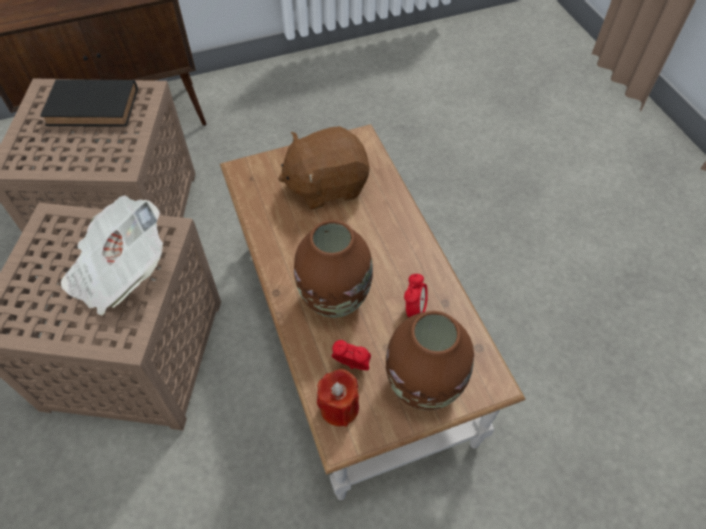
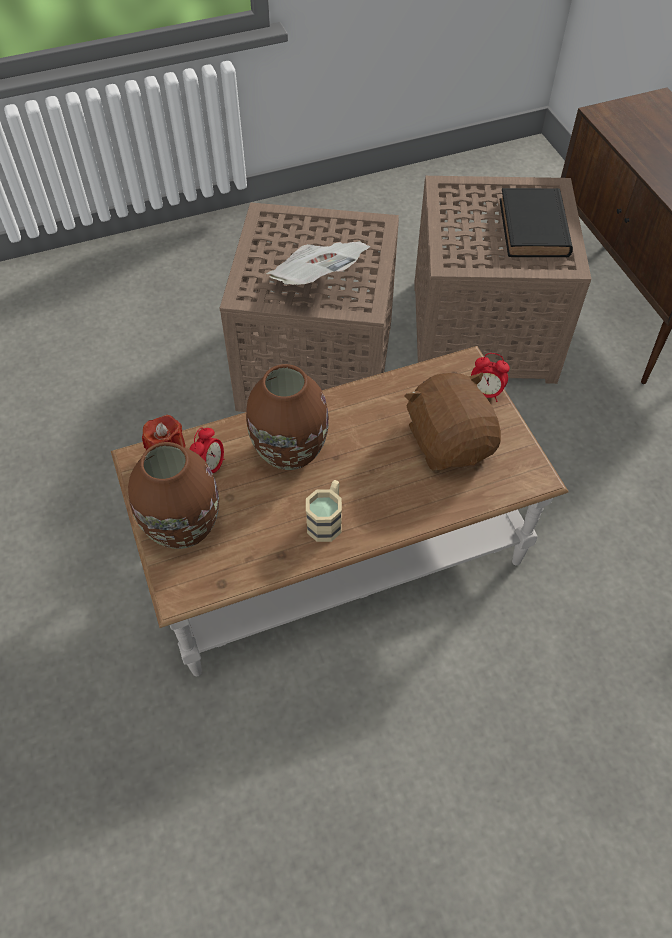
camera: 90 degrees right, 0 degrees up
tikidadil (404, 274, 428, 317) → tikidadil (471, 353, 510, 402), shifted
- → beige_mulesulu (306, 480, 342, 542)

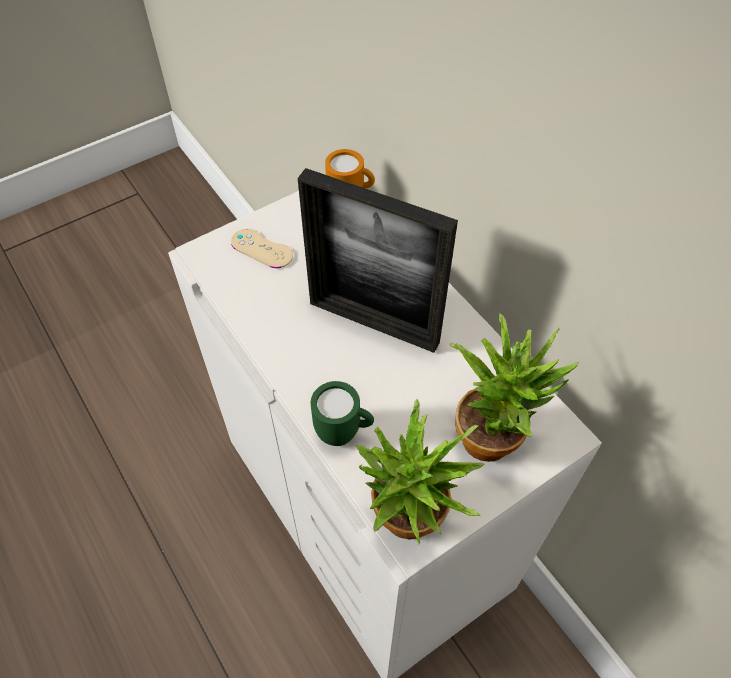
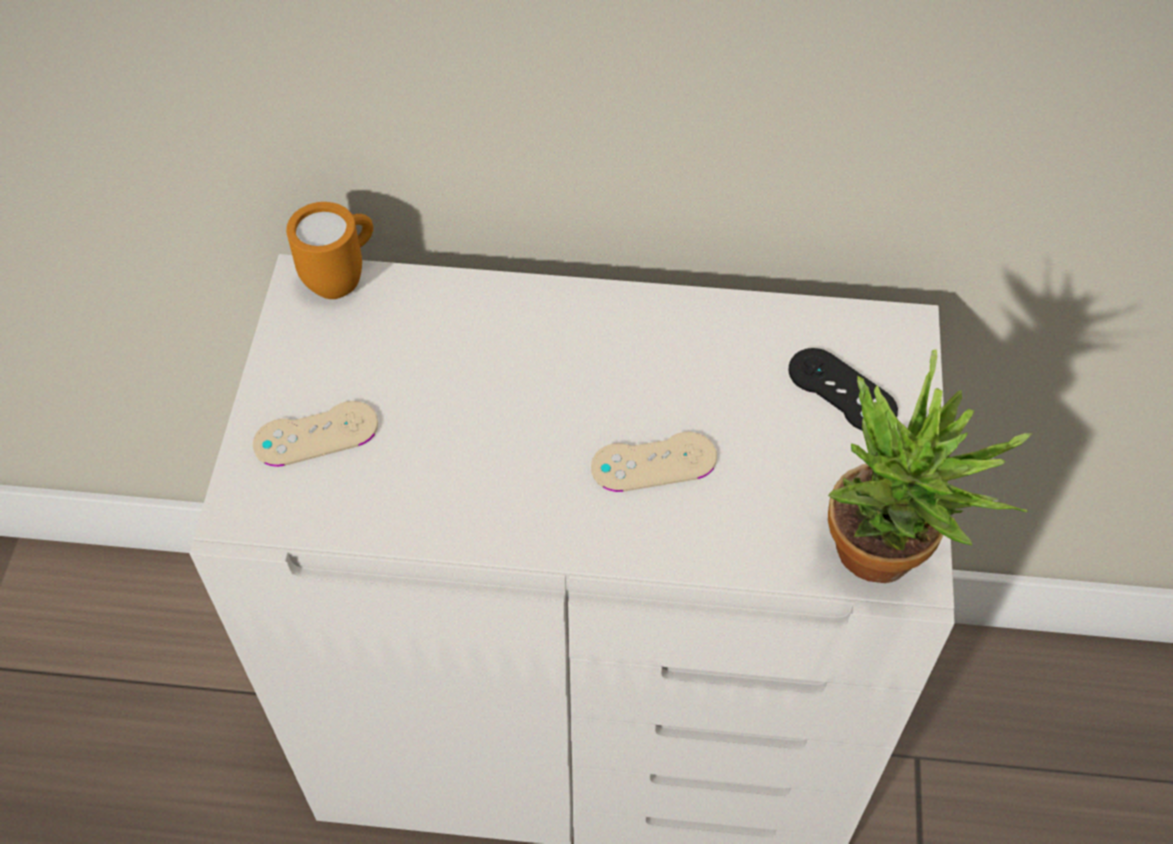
camera: 50 degrees left, 0 degrees up
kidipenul (298, 168, 458, 353) → -
green_mulesulu (311, 381, 374, 446) → -
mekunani (450, 314, 578, 462) → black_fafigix (788, 348, 898, 431)
- → beige_fafigix (591, 432, 717, 492)

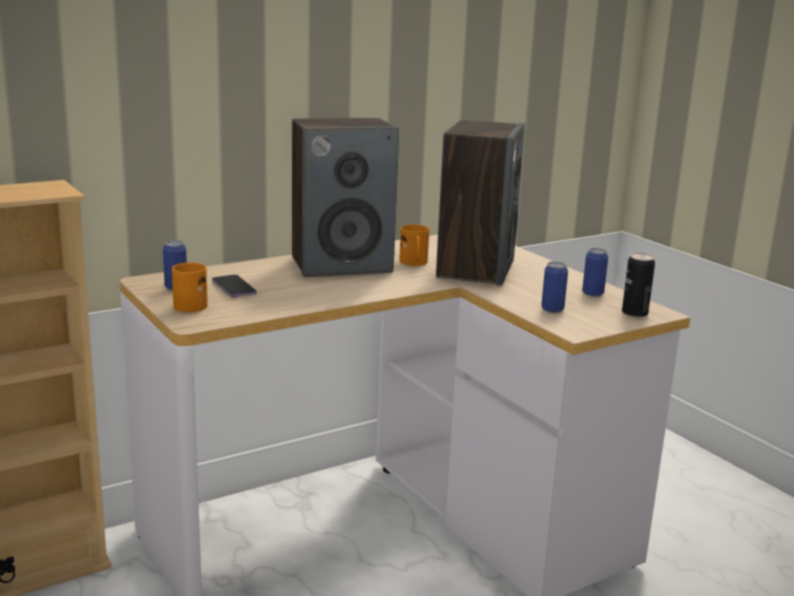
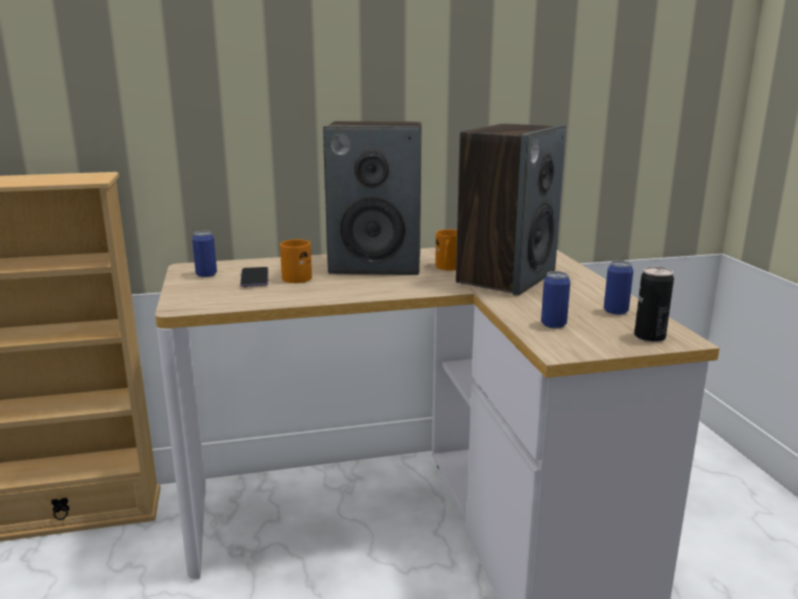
camera: 20 degrees right, 0 degrees up
orange_mulesulu (172, 262, 208, 312) → orange_mulesulu (280, 239, 312, 283), shifted

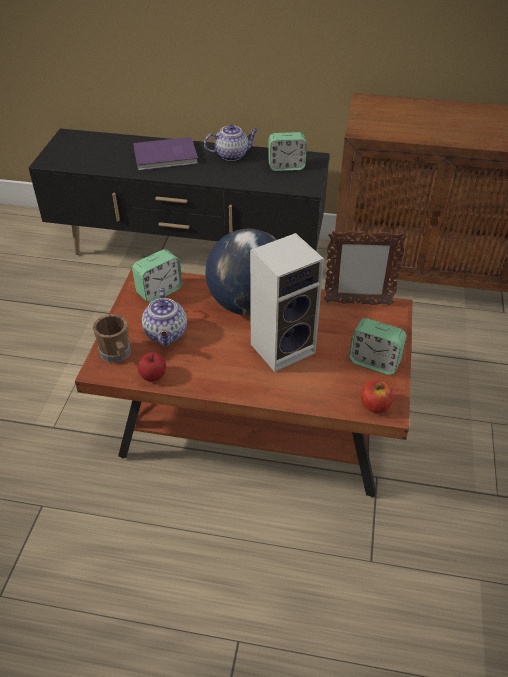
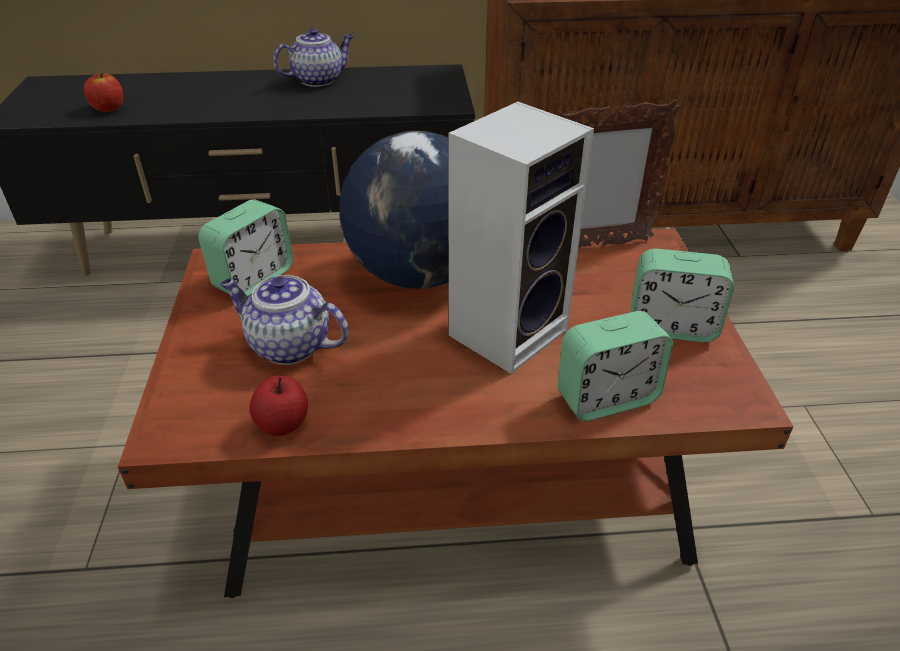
camera: 15 degrees left, 5 degrees down
brown_mulesulu (93, 314, 131, 363) → -
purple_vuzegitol (133, 137, 199, 171) → -
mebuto (142, 289, 187, 346) → mebuto (220, 275, 349, 365), 135 degrees clockwise
tikidadil (268, 132, 307, 171) → tikidadil (557, 311, 673, 421), shifted
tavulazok (361, 379, 393, 413) → tavulazok (84, 73, 123, 112), shifted

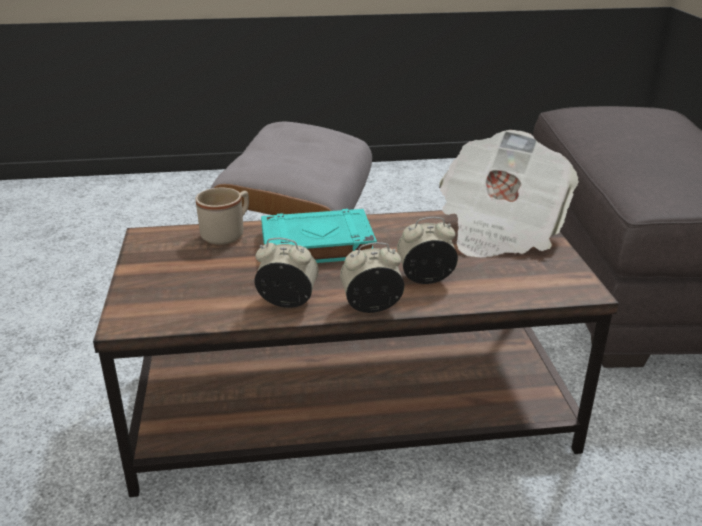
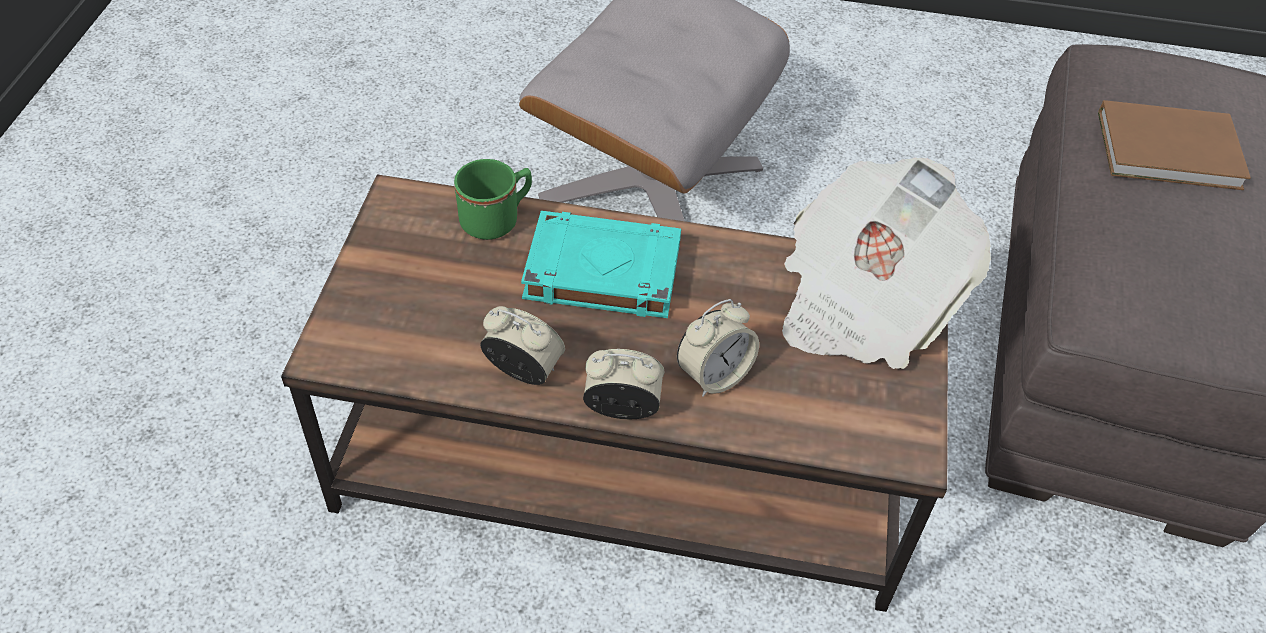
camera: 15 degrees right, 20 degrees up
beige_mulesulu (195, 188, 249, 245) → green_mulesulu (454, 159, 532, 240)
tikidadil (397, 217, 458, 284) → tikidadil (677, 299, 759, 397), 135 degrees clockwise
- → brown_vuzegitol (1098, 100, 1251, 190)

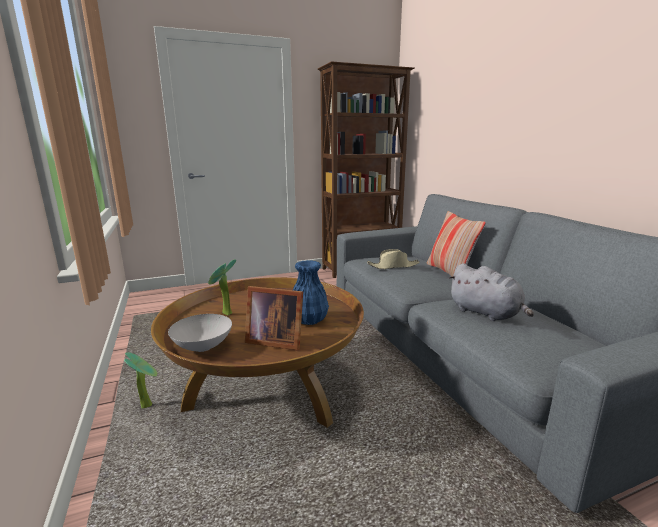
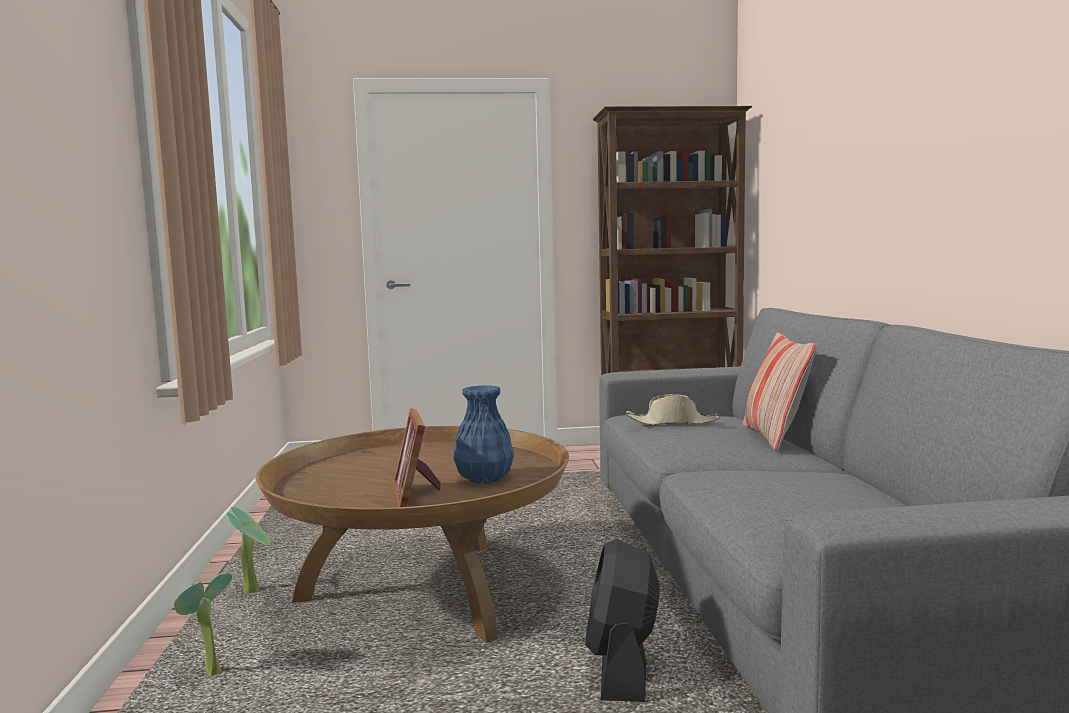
camera: 15 degrees right, 10 degrees down
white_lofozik (168, 314, 232, 352) → -
mekunani (208, 259, 236, 315) → mekunani (174, 573, 232, 676), shifted
kidipenul (245, 286, 303, 350) → kidipenul (393, 408, 441, 507), 45 degrees clockwise
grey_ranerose (448, 263, 534, 321) → -
- → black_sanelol (585, 539, 660, 702)

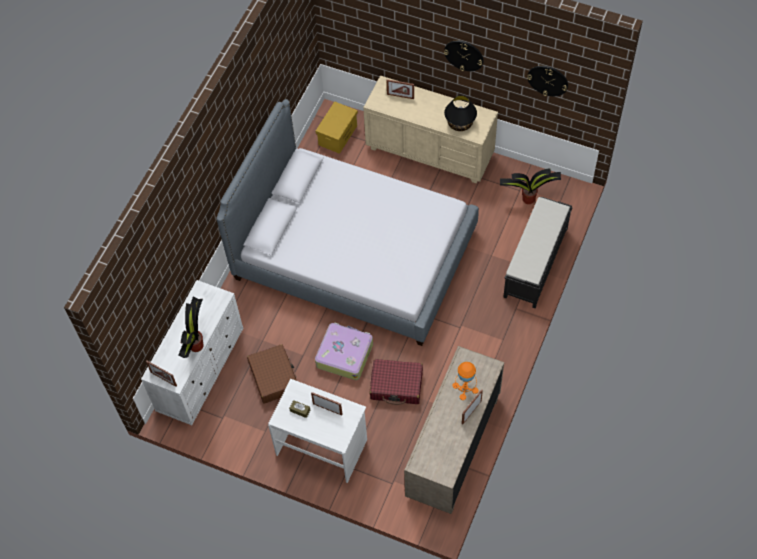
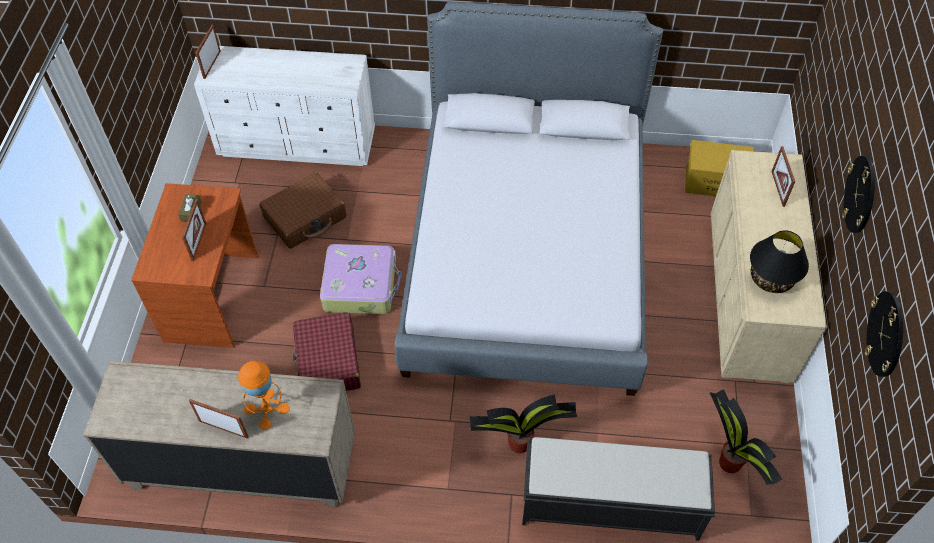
camera: 70 degrees right, 5 degrees down
mekunani (178, 296, 203, 358) → mekunani (470, 394, 577, 453), shifted
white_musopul (268, 379, 367, 483) → brown_musopul (131, 183, 259, 348)

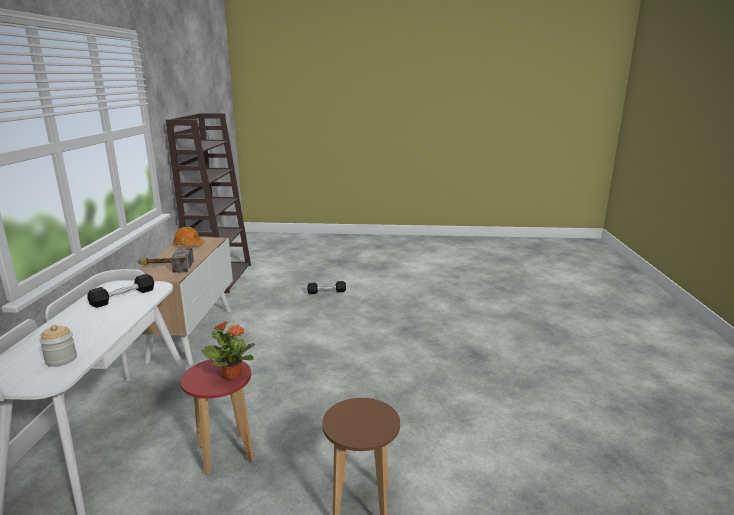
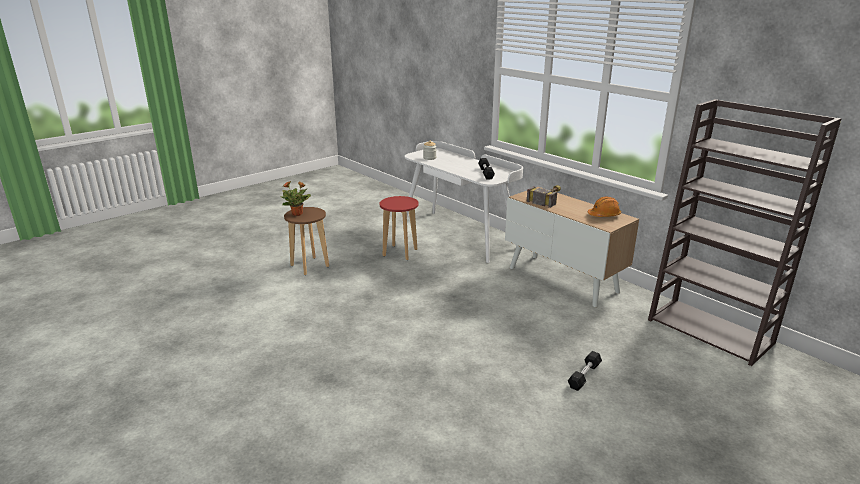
camera: 135 degrees right, 5 degrees up
mekunani (201, 321, 255, 381) → mekunani (280, 181, 311, 216), shifted

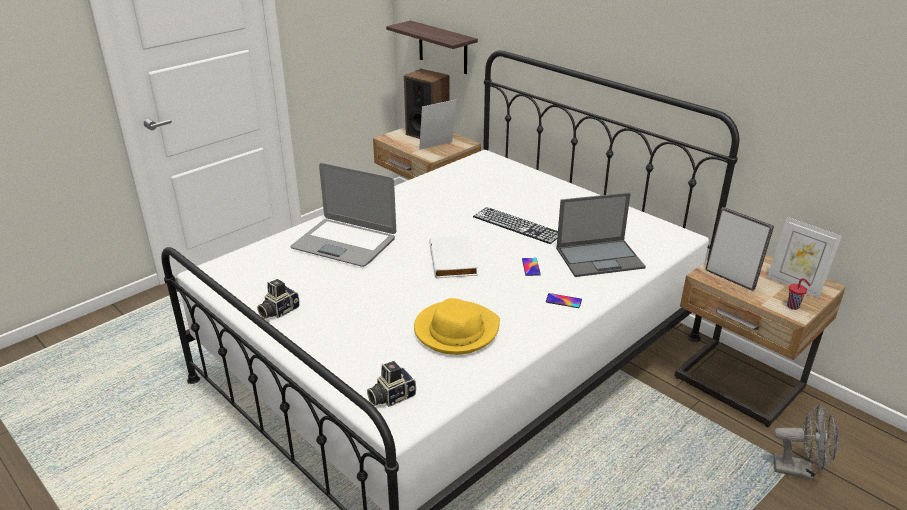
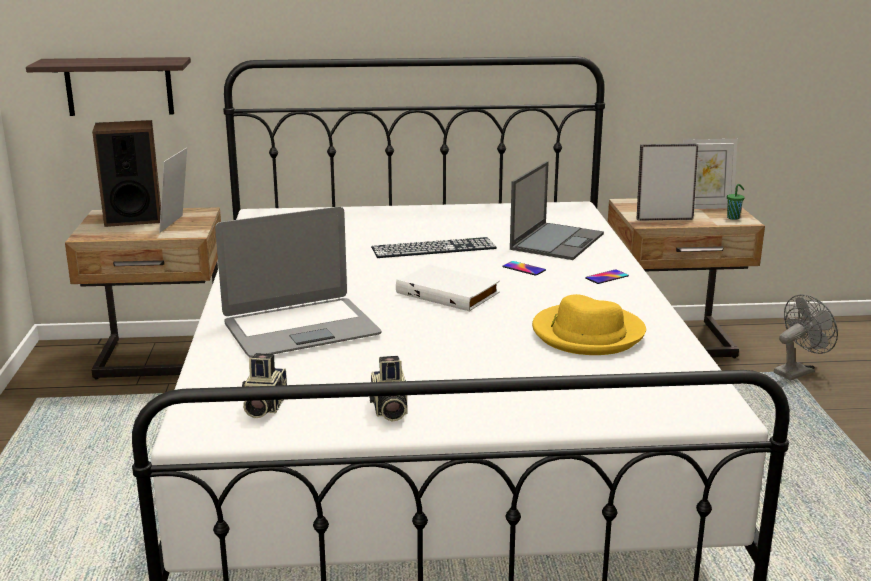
camera: 50 degrees left, 10 degrees down
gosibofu (367, 361, 416, 407) → gosibofu (242, 353, 287, 418), shifted
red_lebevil (787, 278, 811, 310) → green_lebevil (727, 184, 745, 220)

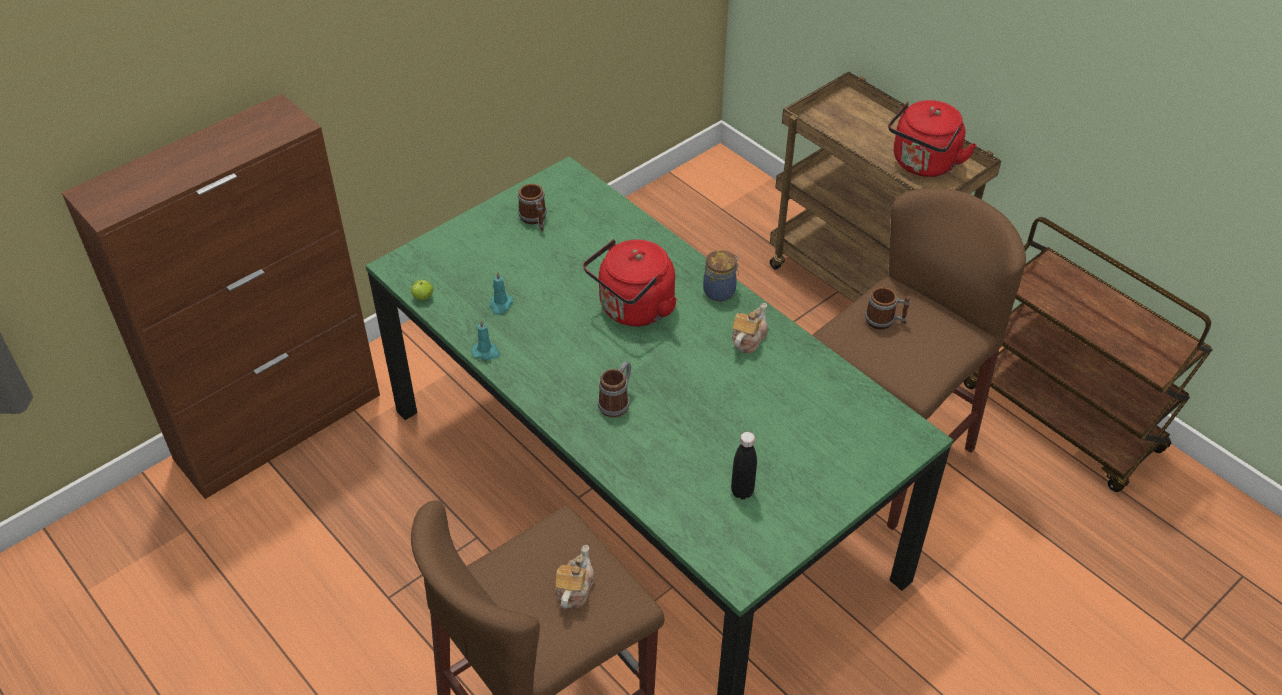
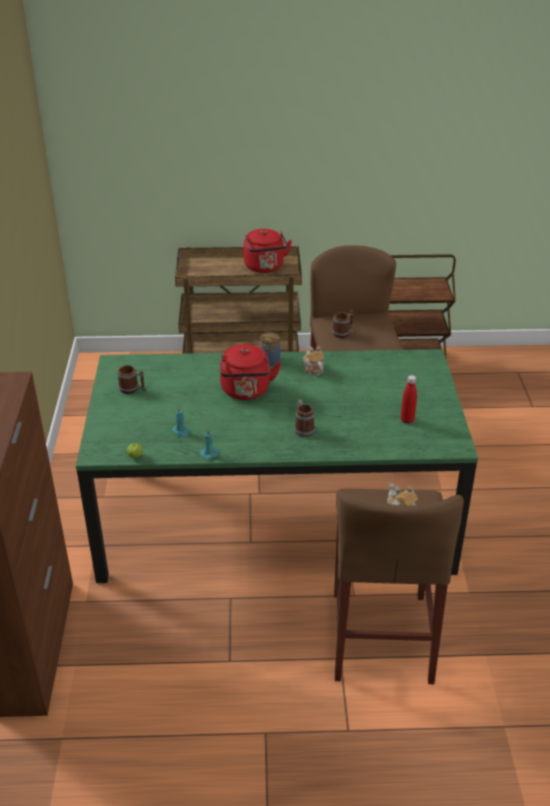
camera: 50 degrees left, 10 degrees down
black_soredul (731, 432, 757, 499) → red_soredul (401, 375, 417, 424)

